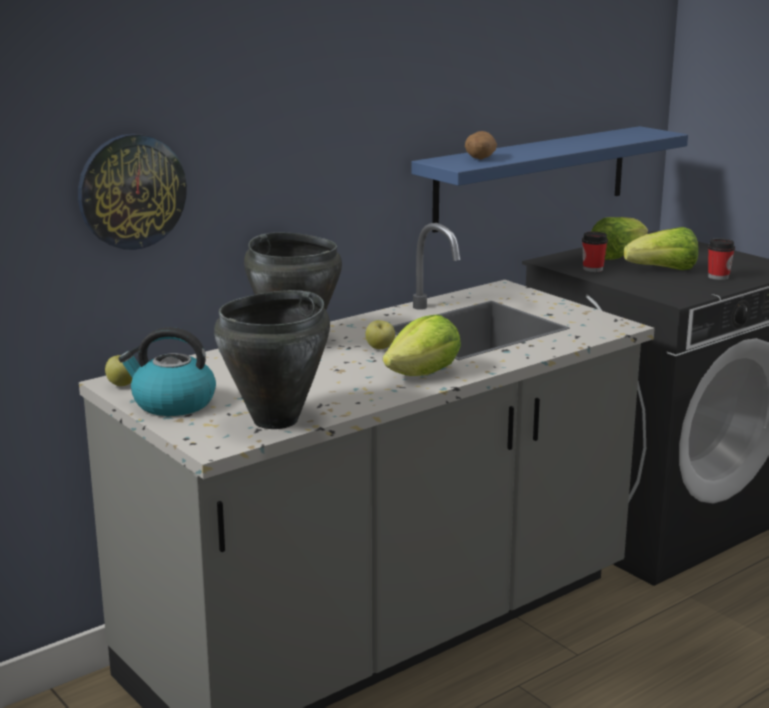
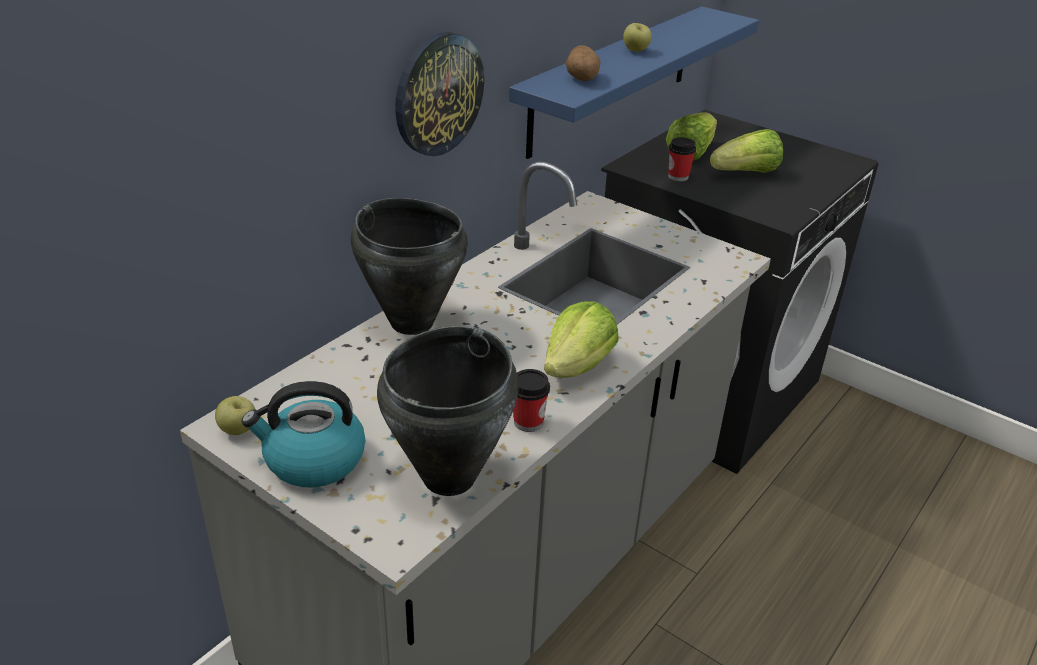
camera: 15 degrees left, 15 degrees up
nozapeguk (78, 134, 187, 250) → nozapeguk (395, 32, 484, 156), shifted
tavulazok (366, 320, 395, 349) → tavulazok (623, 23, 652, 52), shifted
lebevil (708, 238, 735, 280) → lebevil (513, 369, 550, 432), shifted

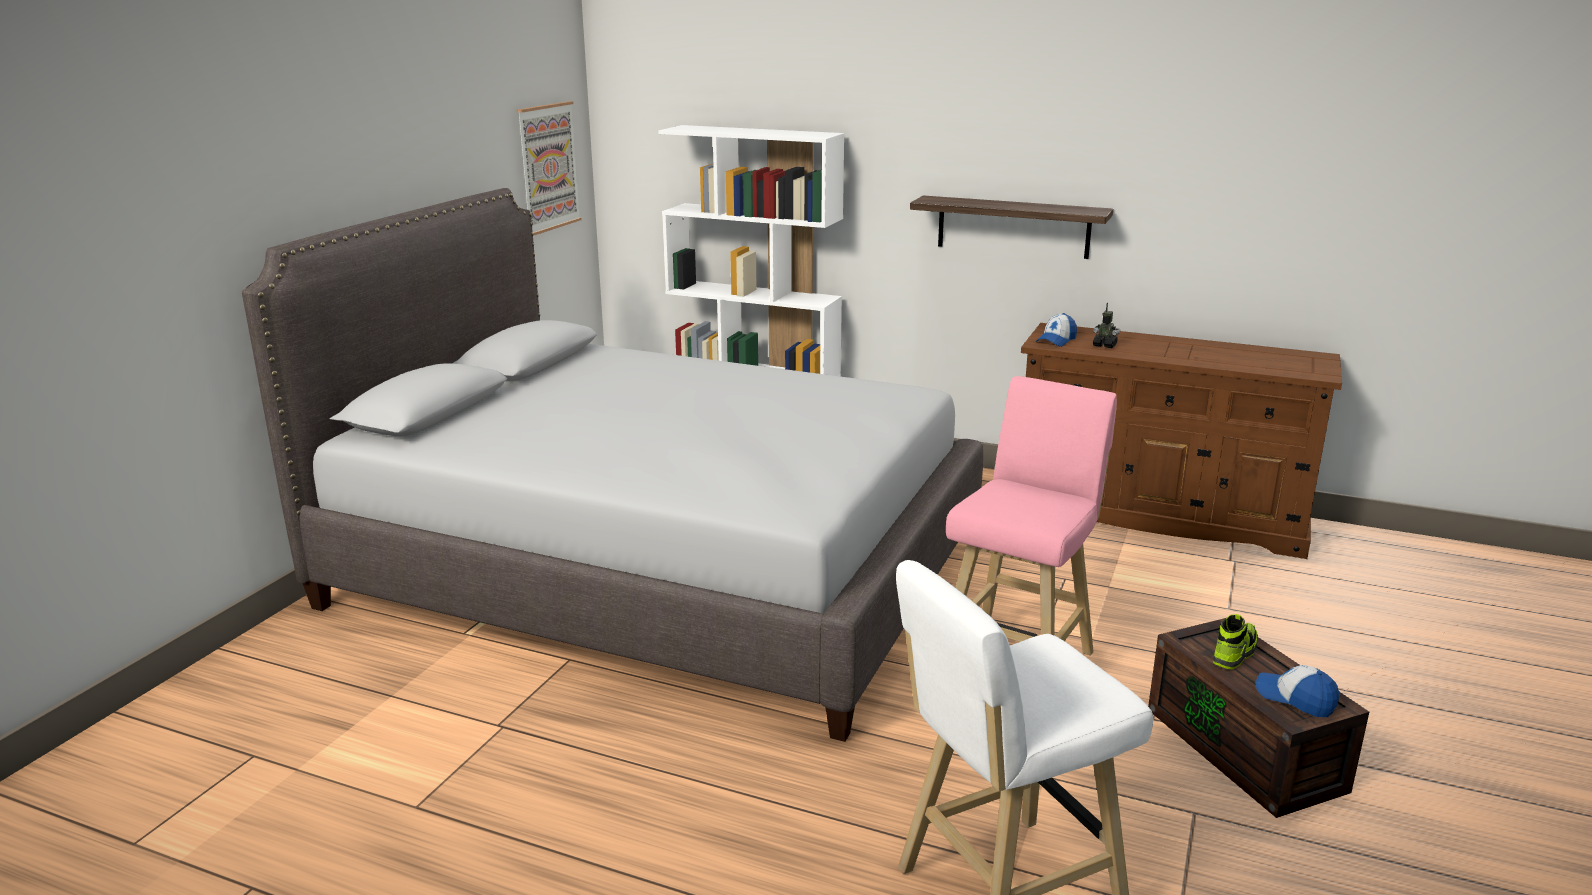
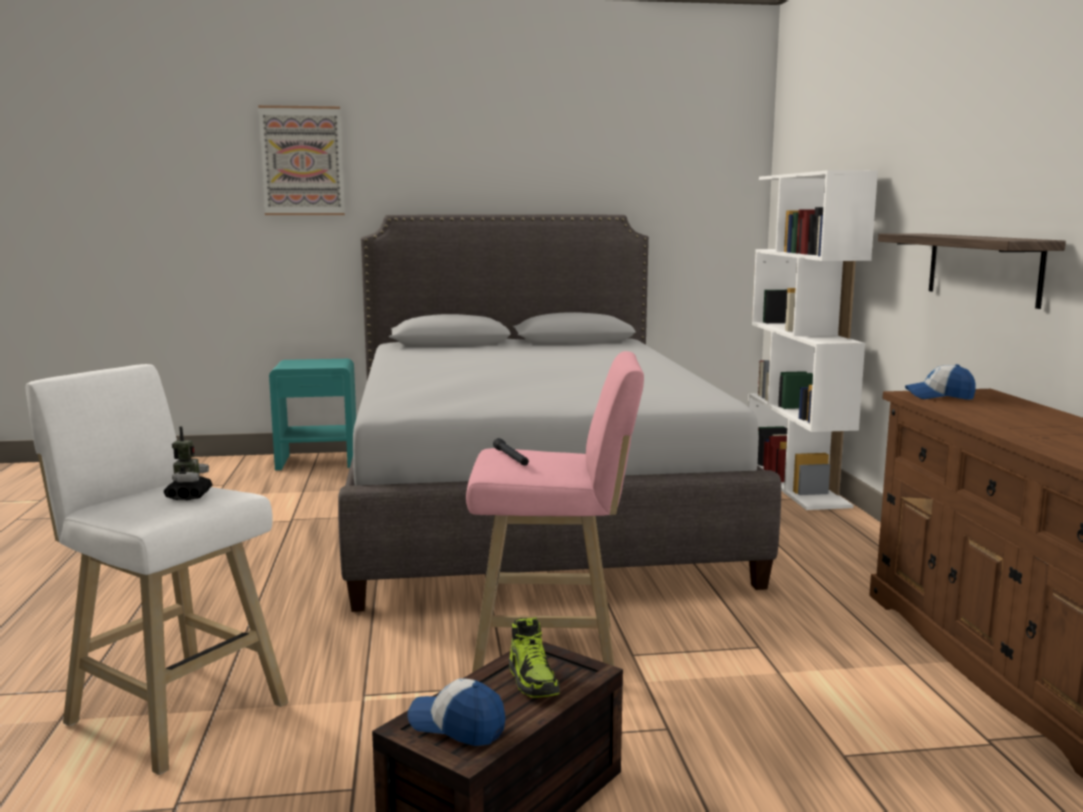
camera: 60 degrees right, 10 degrees down
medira (517, 101, 582, 236) → medira (258, 105, 345, 215), shifted
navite (1093, 303, 1120, 348) → navite (164, 426, 213, 500), shifted
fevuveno (1213, 614, 1258, 669) → fevuveno (509, 617, 560, 698), 60 degrees clockwise
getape (1256, 665, 1339, 717) → getape (407, 679, 505, 746), 75 degrees counterclockwise
- → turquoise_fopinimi (269, 359, 356, 470)
- → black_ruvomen (493, 438, 529, 466)

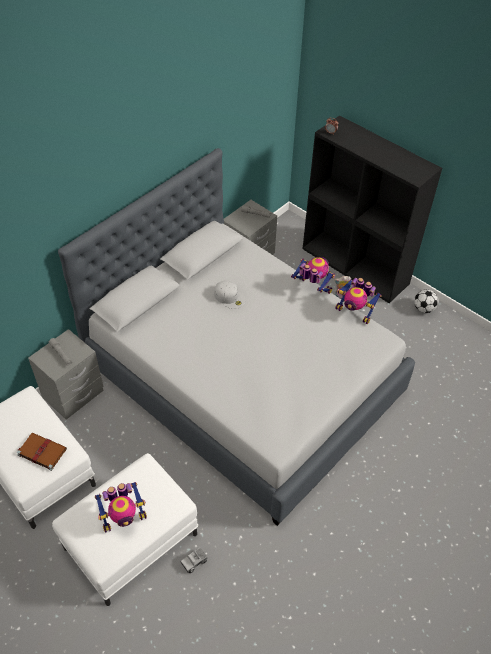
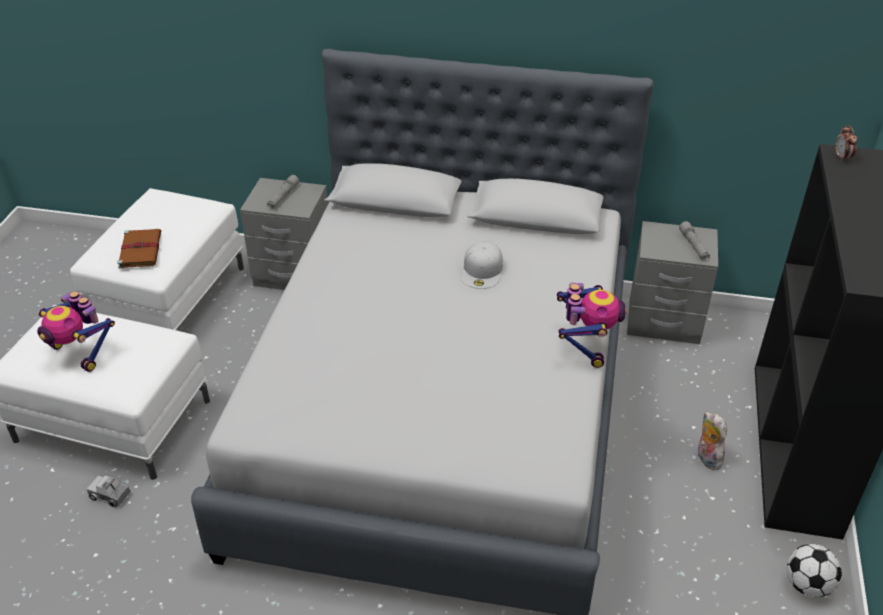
camera: 60 degrees right, 10 degrees down
navite (335, 278, 382, 324) → -

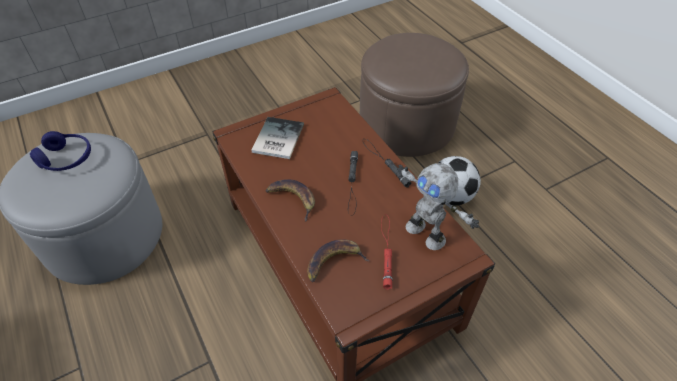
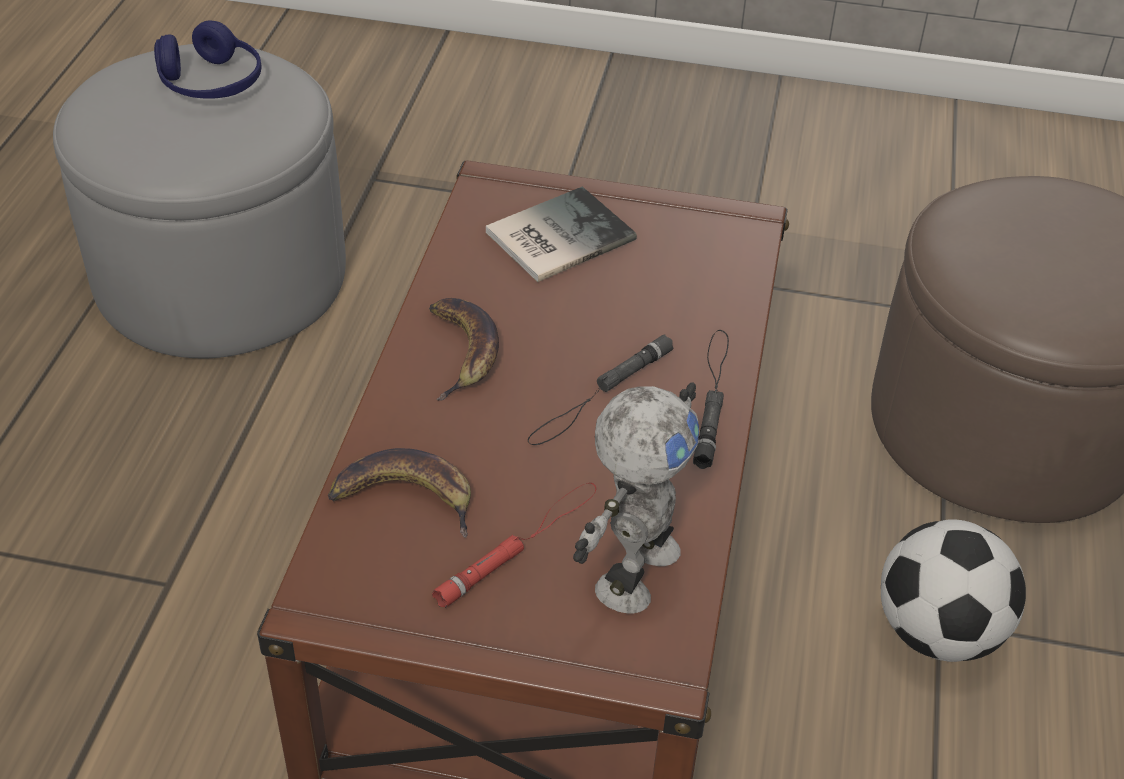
camera: 40 degrees right, 5 degrees down
navite (397, 163, 479, 250) → navite (573, 382, 699, 613), 150 degrees counterclockwise

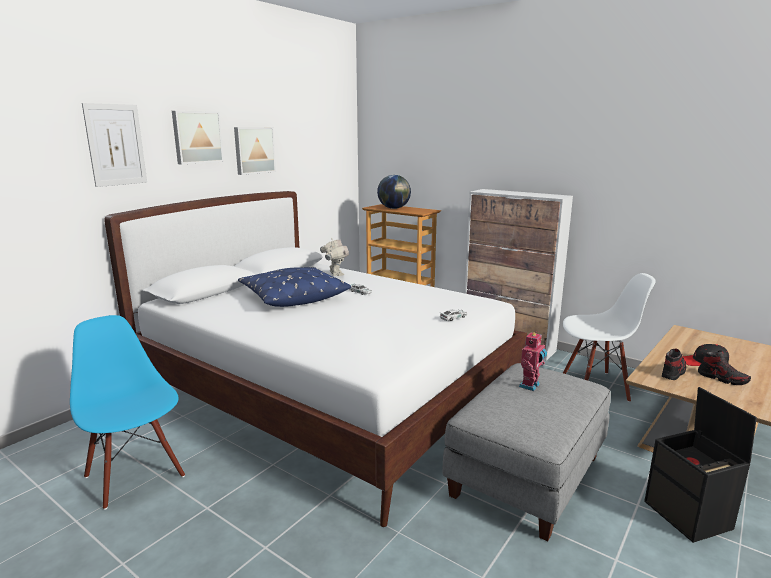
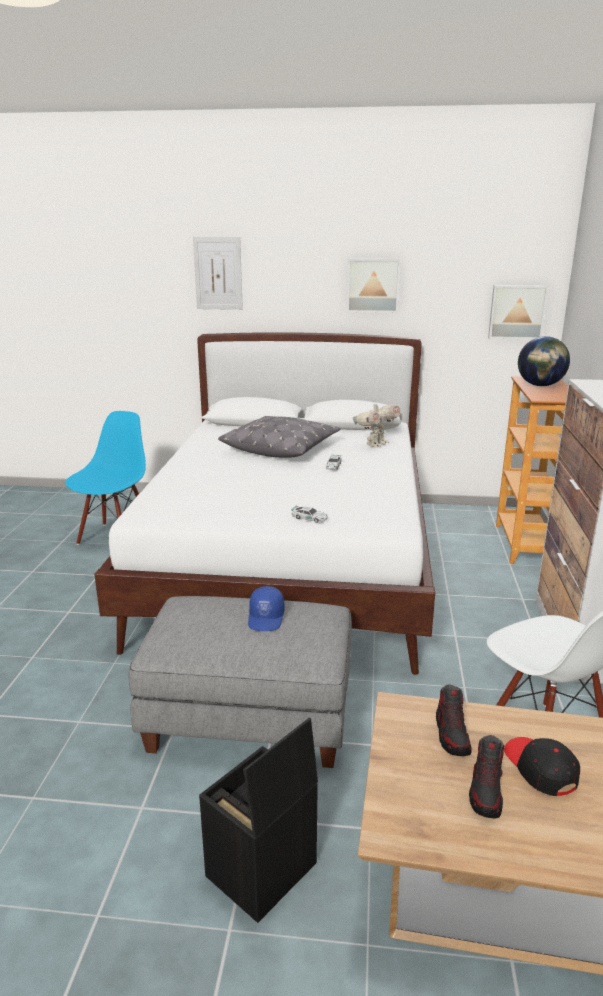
camera: 60 degrees right, 5 degrees up
medira (172, 111, 224, 165) → medira (488, 285, 549, 339), shifted
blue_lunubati (238, 267, 351, 307) → grey_lunubati (218, 416, 341, 458)
navite (519, 331, 547, 391) → blue_getape (248, 586, 285, 631)
fevuveno (662, 349, 686, 380) → fevuveno (436, 684, 472, 756), 75 degrees clockwise

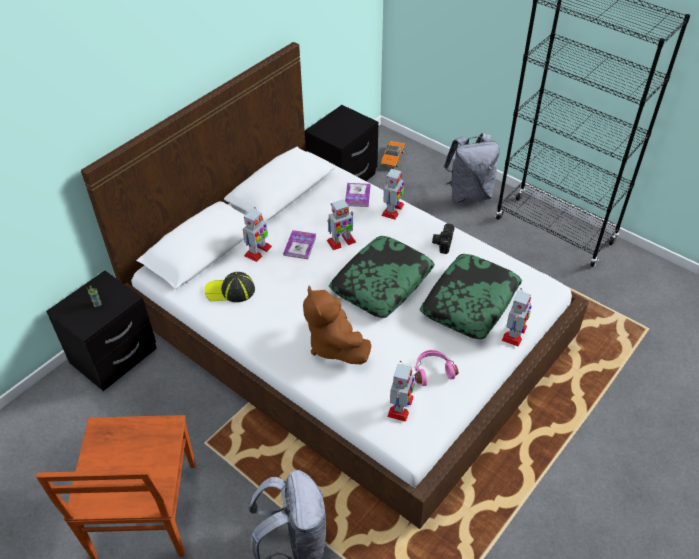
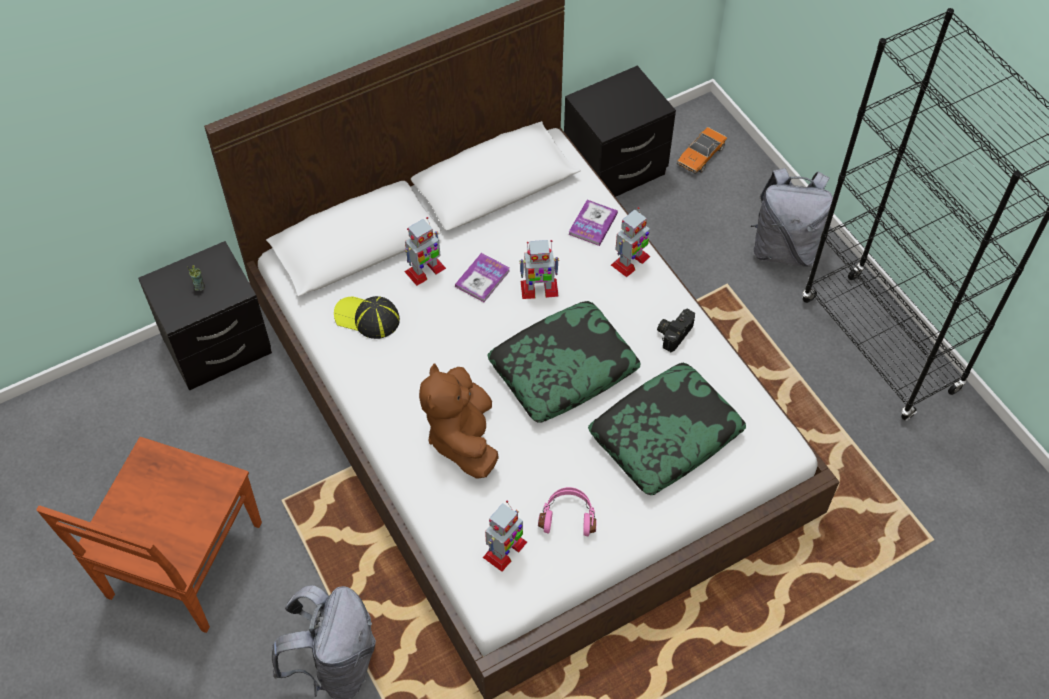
camera: 20 degrees right, 10 degrees up
navite (502, 288, 532, 347) → -

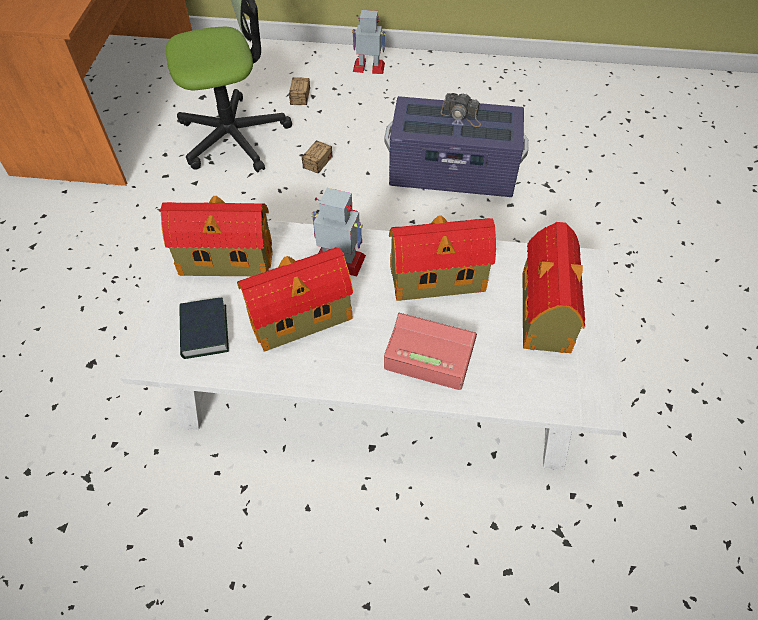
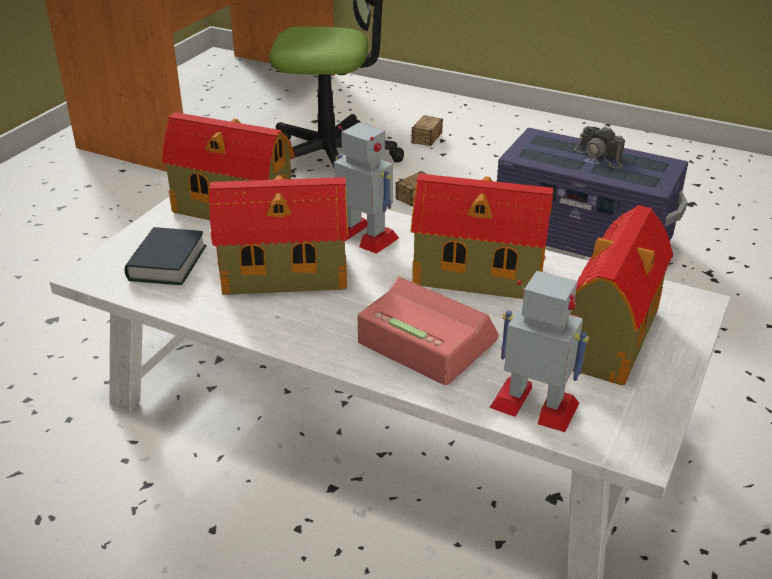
camera: 20 degrees right, 20 degrees down
navite (352, 10, 386, 74) → navite (489, 271, 589, 432), shifted

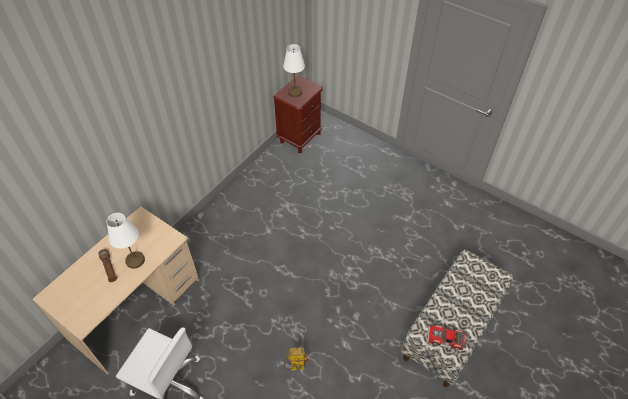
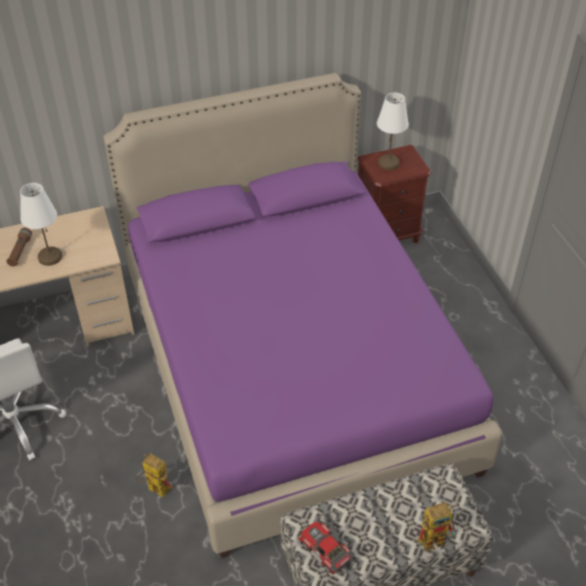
camera: 35 degrees right, 5 degrees down
- → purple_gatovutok (104, 73, 503, 558)
- → navite (417, 502, 456, 551)

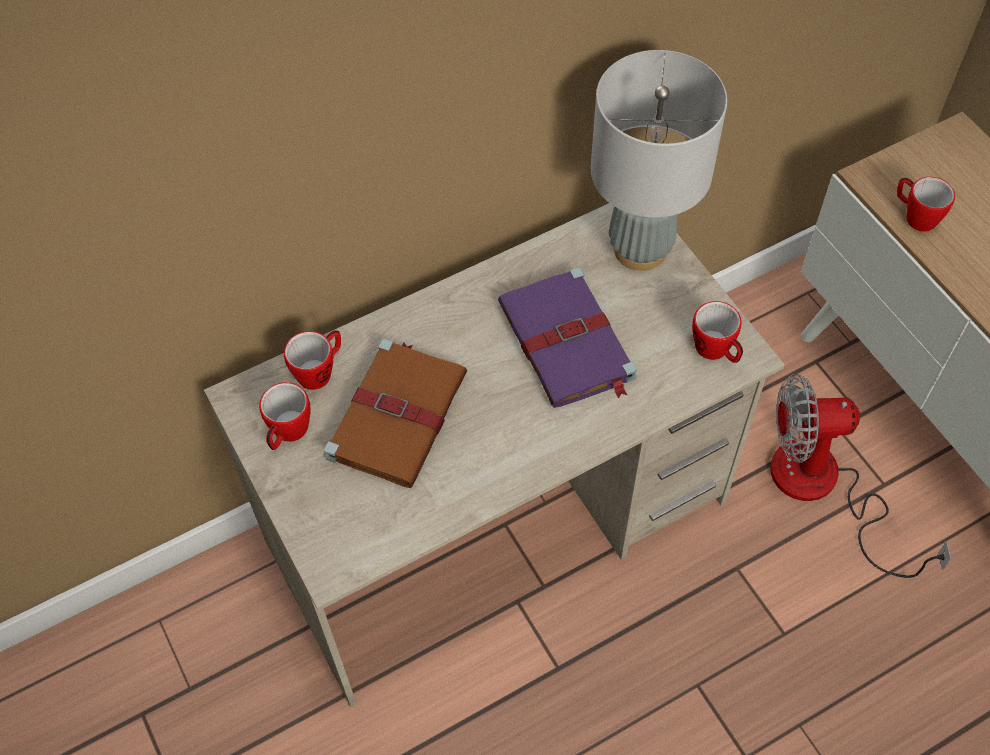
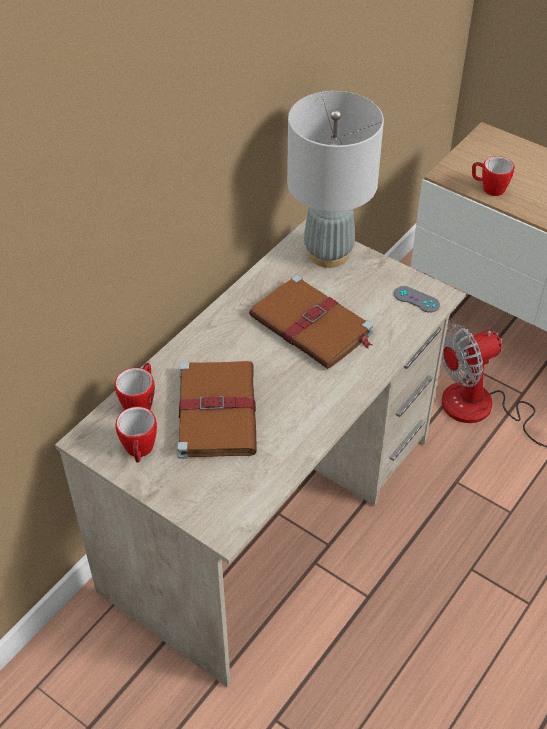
camera: 25 degrees left, 10 degrees down
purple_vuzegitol (498, 267, 637, 408) → brown_vuzegitol (249, 275, 373, 369)
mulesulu (692, 301, 743, 363) → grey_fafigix (394, 286, 440, 313)

